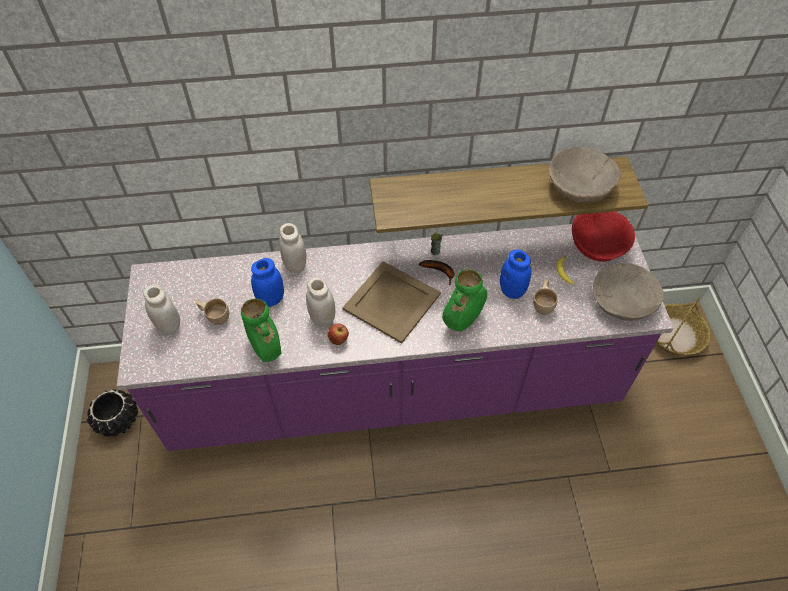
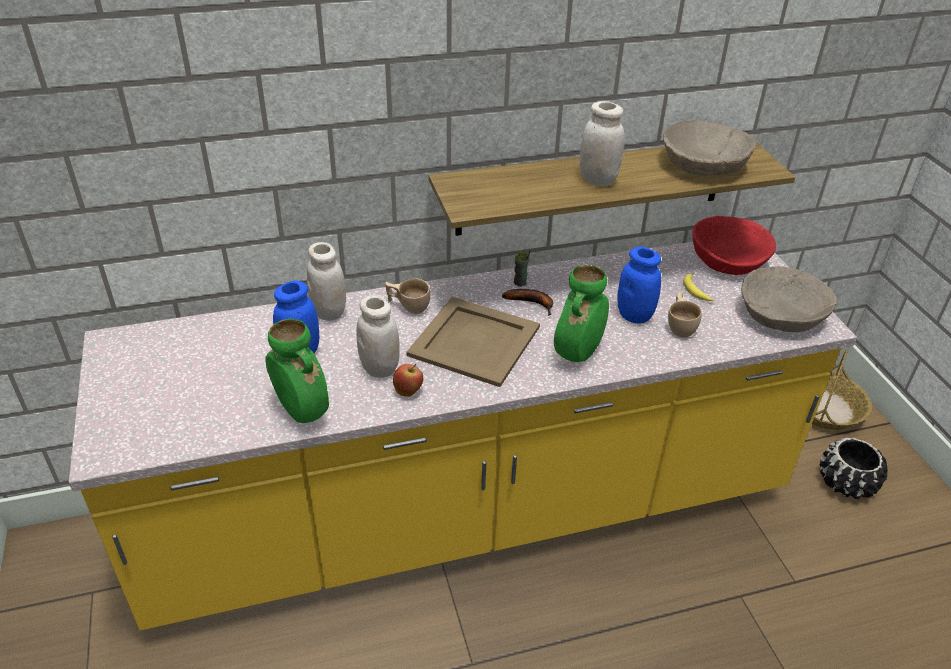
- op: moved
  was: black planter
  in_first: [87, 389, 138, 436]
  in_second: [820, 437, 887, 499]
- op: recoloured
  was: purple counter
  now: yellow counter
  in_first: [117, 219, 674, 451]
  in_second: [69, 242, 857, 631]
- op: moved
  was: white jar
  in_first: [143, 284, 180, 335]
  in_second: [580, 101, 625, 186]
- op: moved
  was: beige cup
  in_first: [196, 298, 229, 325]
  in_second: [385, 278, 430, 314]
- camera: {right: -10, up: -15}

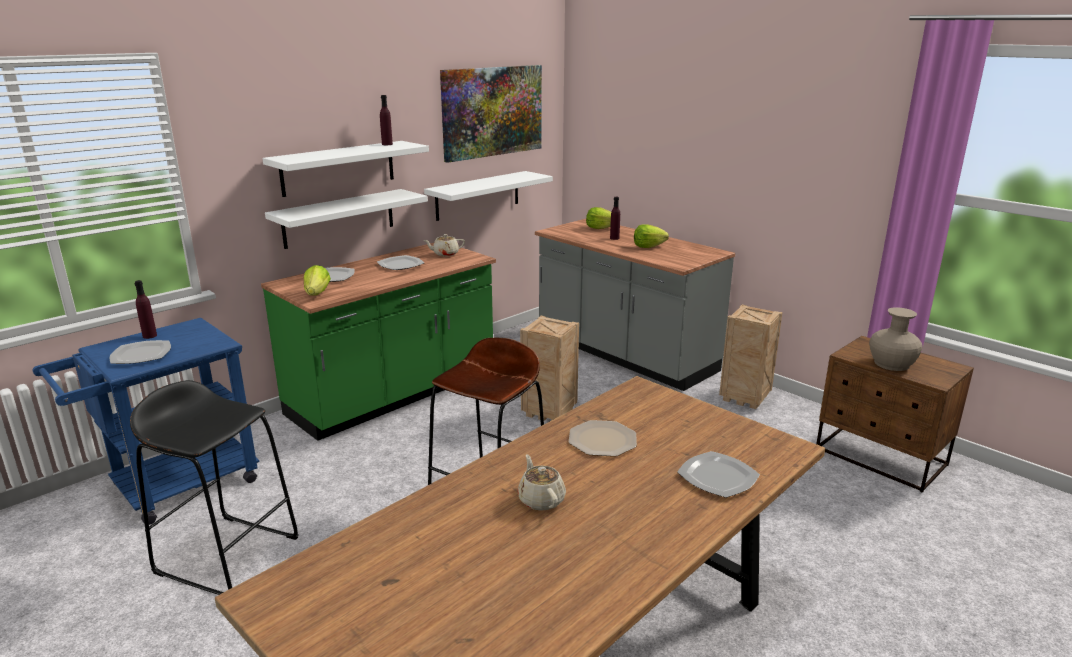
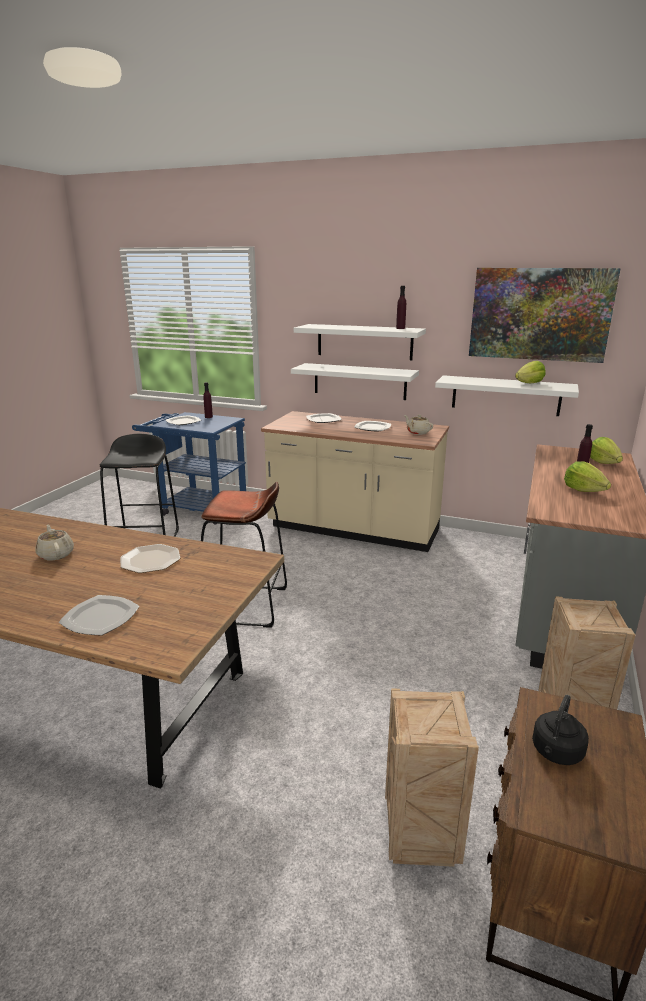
- op: recoloured
  was: green counter
  now: beige counter
  in_first: [261, 243, 496, 441]
  in_second: [261, 411, 449, 552]
- op: moved
  was: lettuce
  in_first: [304, 265, 331, 296]
  in_second: [515, 361, 546, 383]
- op: turned
  was: beige teapot
  in_first: [517, 454, 566, 511]
  in_second: [35, 524, 74, 560]
  clockwise: -75
- op: moved
  was: crate
  in_first: [520, 316, 579, 421]
  in_second: [385, 688, 479, 867]
- op: replaced
  was: beige vase
  now: black kettle
  in_first: [869, 307, 923, 371]
  in_second: [532, 695, 589, 765]
- camera: {right: 65, up: 0}

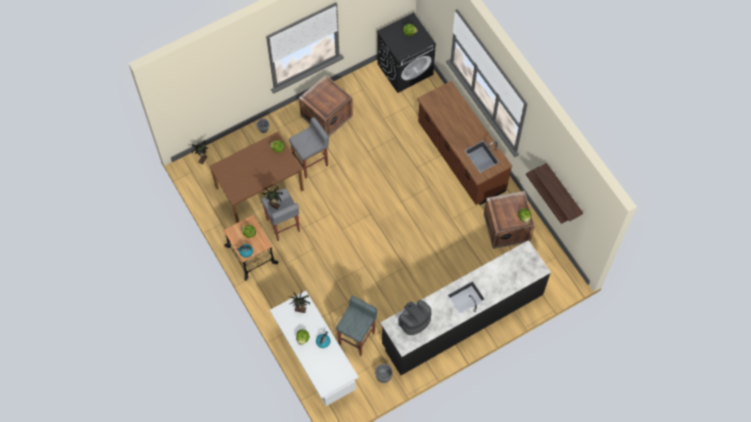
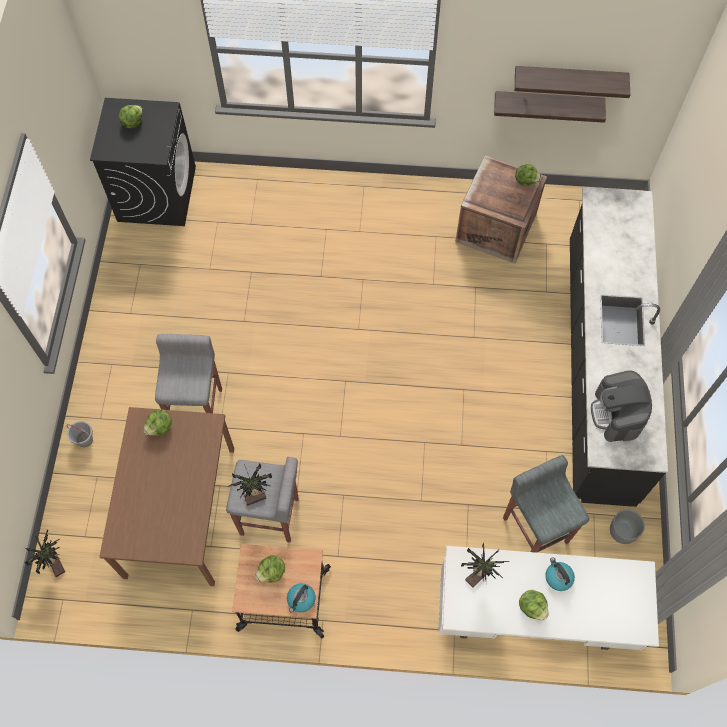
- op: removed
  was: crate
  in_first: [299, 75, 353, 137]
- op: removed
  was: brown counter
  in_first: [417, 81, 512, 205]
- camera: {right: -55, up: 0}

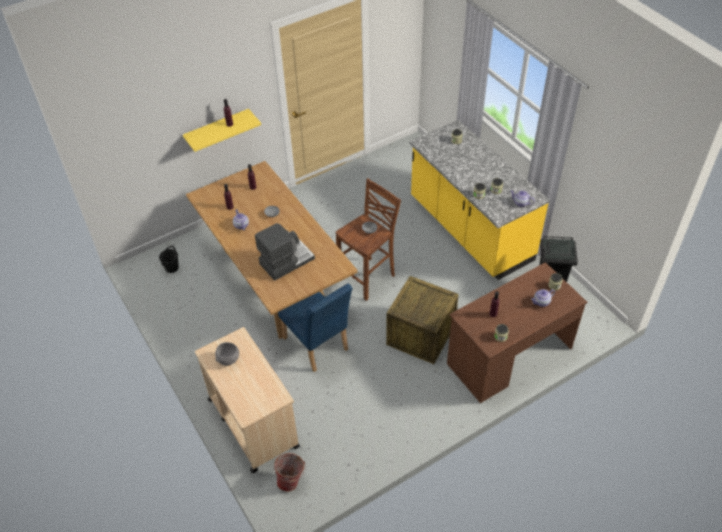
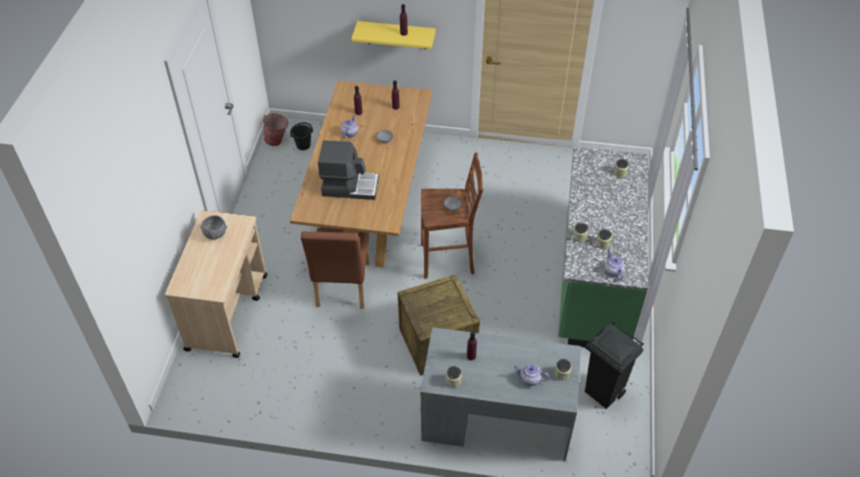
- op: moved
  was: bucket
  in_first: [274, 453, 306, 492]
  in_second: [261, 113, 288, 146]
- op: recoloured
  was: blue chair
  now: brown chair
  in_first: [278, 283, 352, 372]
  in_second: [301, 227, 369, 309]
- op: recoloured
  was: yellow counter
  now: green counter
  in_first: [410, 120, 550, 280]
  in_second: [558, 147, 648, 348]
- op: recoloured
  was: brown desk
  now: grey desk
  in_first: [447, 262, 587, 403]
  in_second: [420, 327, 581, 461]
- camera: {right: 40, up: 0}

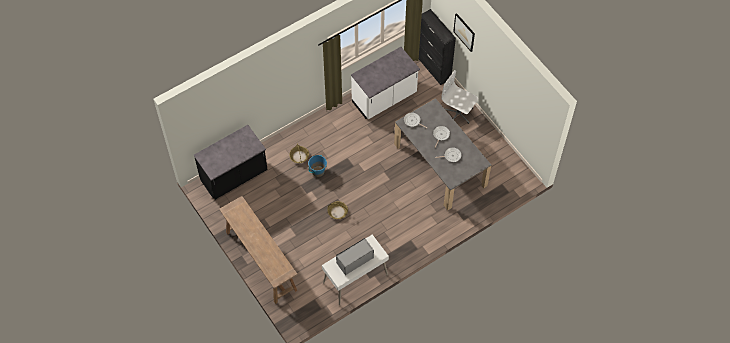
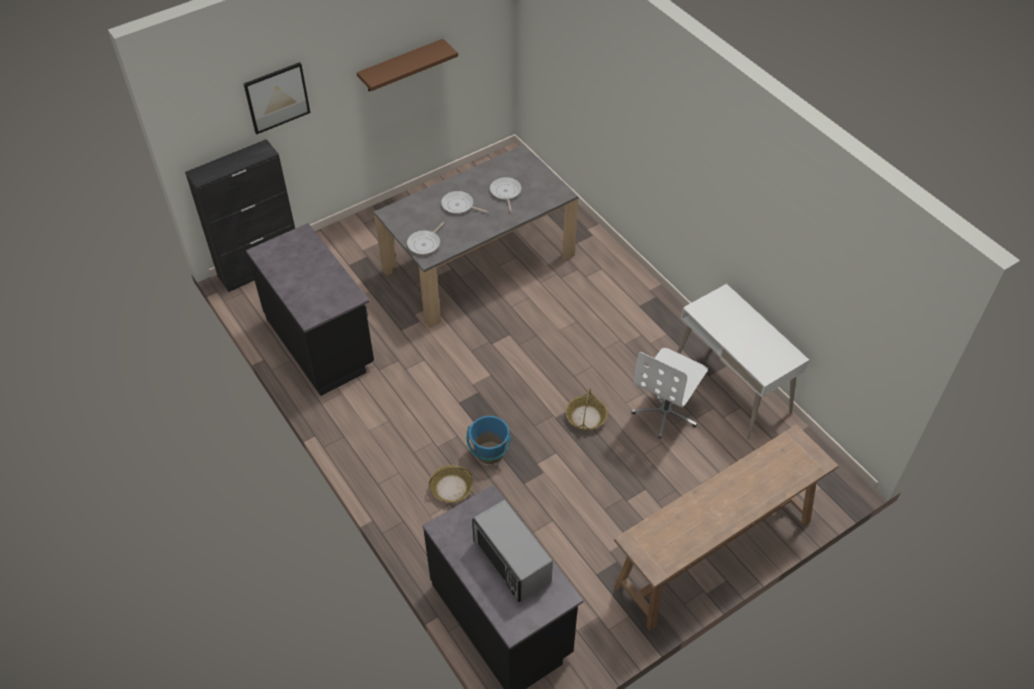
- op: moved
  was: microwave
  in_first: [336, 238, 374, 275]
  in_second: [472, 500, 553, 602]
- op: recoloured
  was: white counter
  now: black counter
  in_first: [351, 47, 420, 119]
  in_second: [246, 223, 374, 396]
- op: moved
  was: white office chair
  in_first: [441, 70, 478, 124]
  in_second: [632, 348, 708, 439]
- op: added
  now: brown shelf
  in_second: [357, 39, 458, 91]
- camera: {right: -90, up: -10}

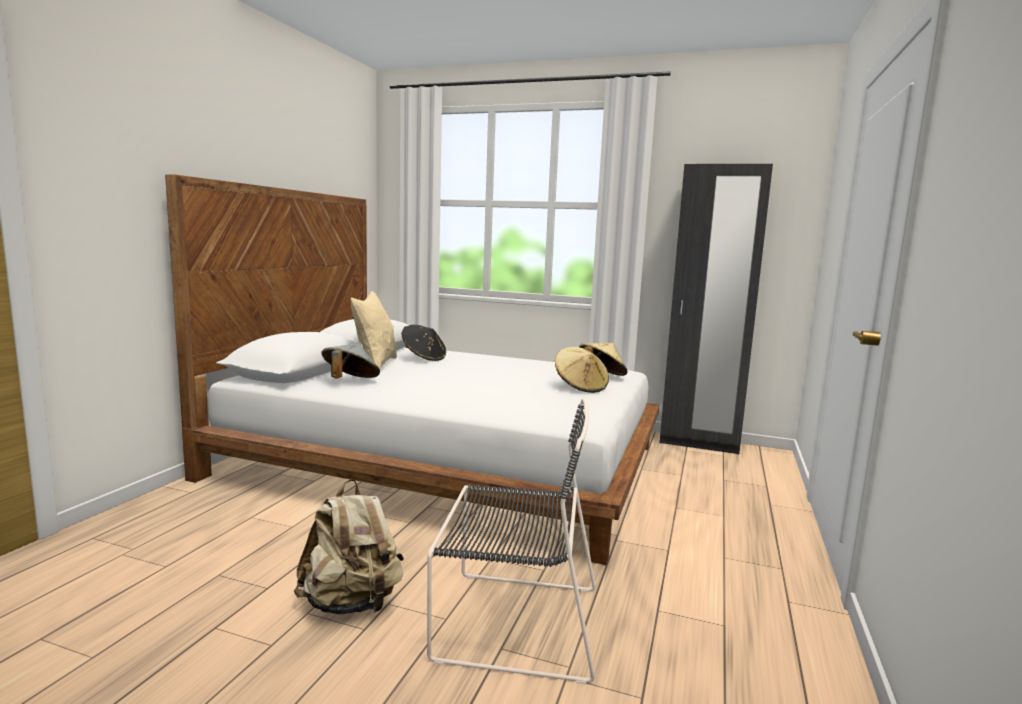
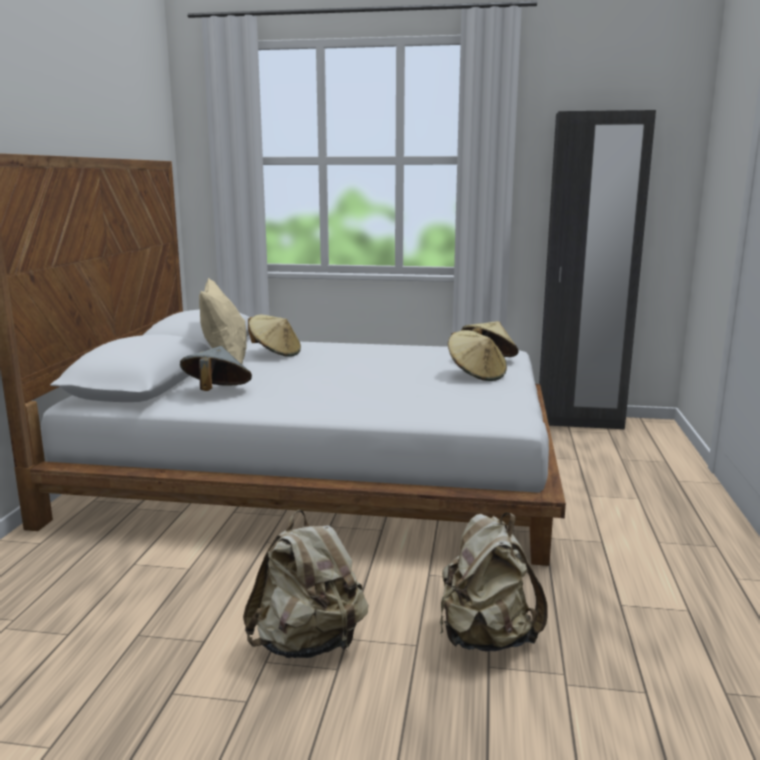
- op: recoloured
  was: black hat
  now: beige hat
  in_first: [401, 325, 446, 361]
  in_second: [248, 315, 301, 357]
- op: replaced
  was: black chair
  now: beige backpack
  in_first: [427, 398, 596, 684]
  in_second: [440, 513, 548, 652]
- camera: {right: -10, up: 5}

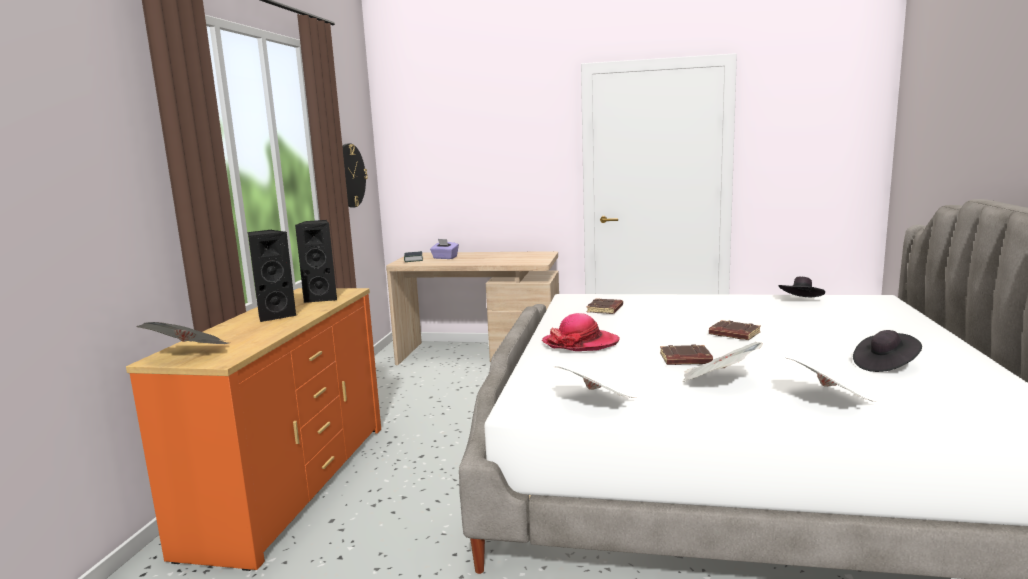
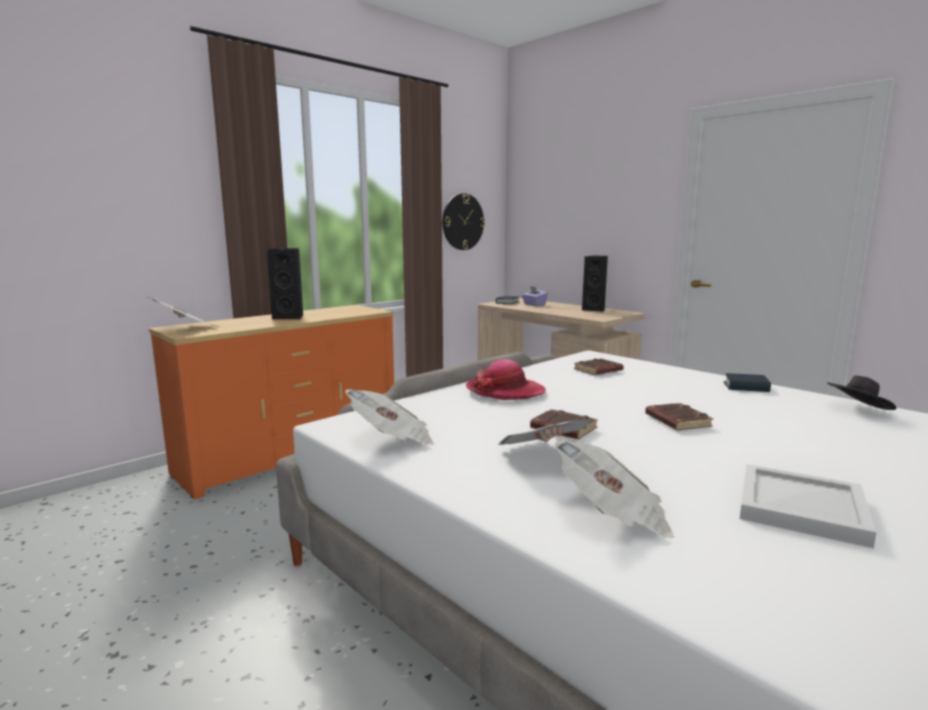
- op: moved
  was: black speaker
  in_first: [295, 220, 337, 303]
  in_second: [582, 255, 608, 312]
- op: replaced
  was: black hat
  now: white tray
  in_first: [853, 330, 922, 372]
  in_second: [740, 464, 877, 548]
- op: added
  now: book
  in_second: [724, 373, 771, 392]
- camera: {right: 35, up: 0}

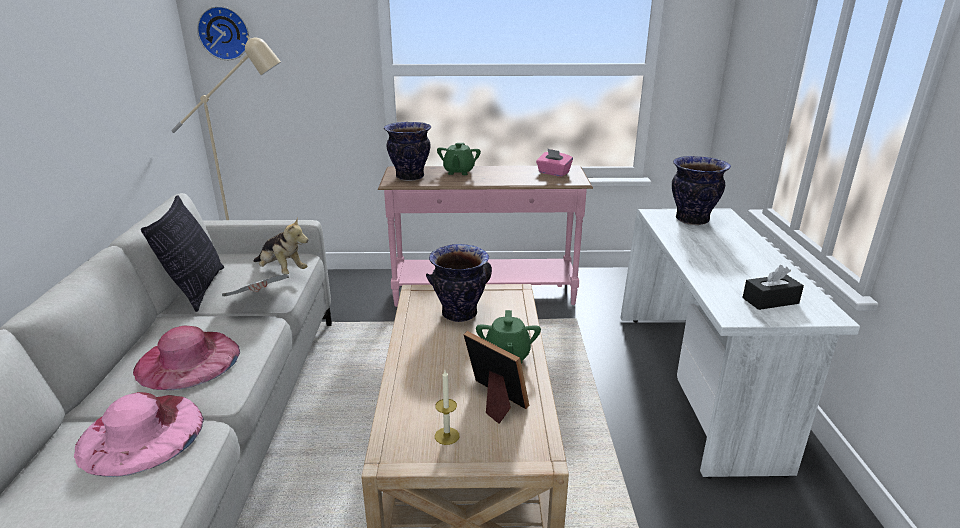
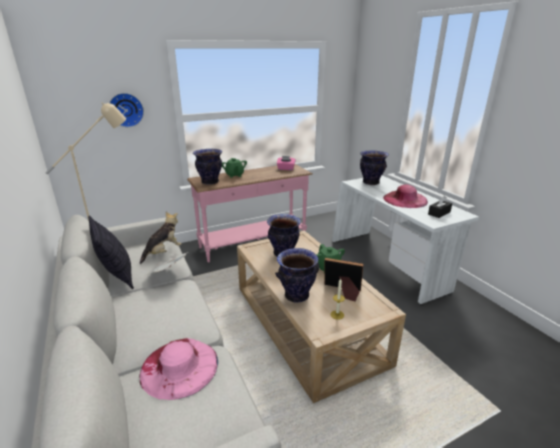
- op: moved
  was: pink hat
  in_first: [133, 325, 240, 390]
  in_second: [383, 184, 428, 208]
- op: moved
  was: wall clock
  in_first: [197, 6, 249, 60]
  in_second: [109, 93, 144, 127]
- op: turned
  was: plush toy
  in_first: [253, 217, 308, 275]
  in_second: [140, 212, 182, 264]
  clockwise: -60
- op: added
  now: vase
  in_second: [275, 248, 319, 303]
- camera: {right: -25, up: 0}

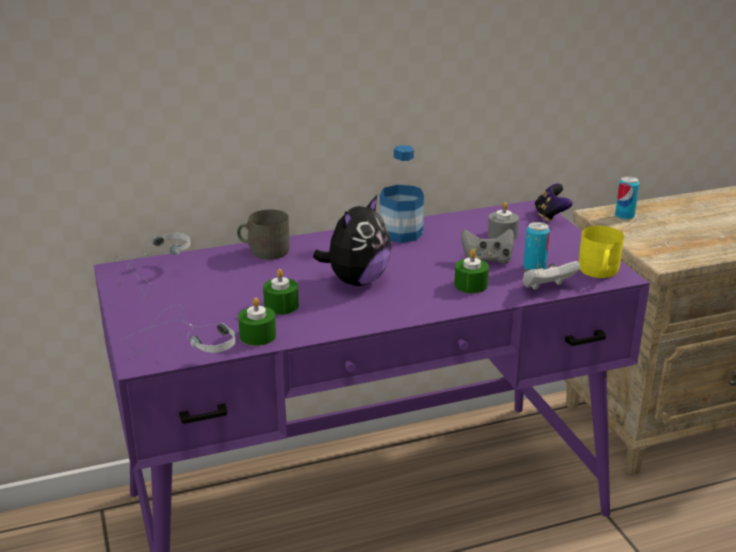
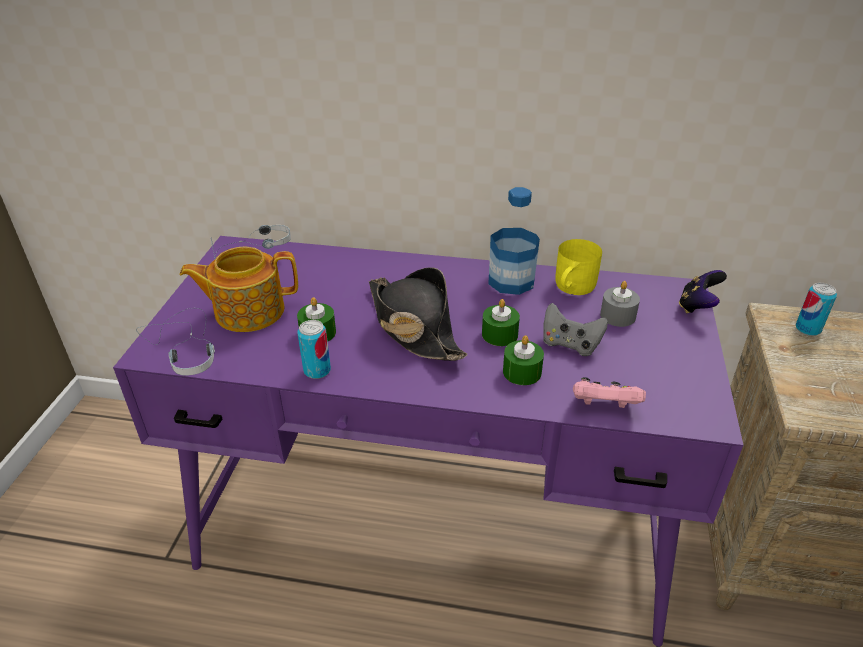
- op: removed
  was: grey mug
  in_first: [237, 210, 289, 260]
- op: moved
  was: green candle
  in_first: [238, 298, 276, 346]
  in_second: [482, 299, 520, 346]
- op: replaced
  was: plush toy
  now: black hat
  in_first: [313, 195, 391, 286]
  in_second: [369, 267, 467, 361]
- op: recoloured
  was: white game controller
  now: pink game controller
  in_first: [522, 261, 580, 290]
  in_second: [573, 377, 646, 408]
- op: moved
  was: can
  in_first: [523, 222, 550, 270]
  in_second: [297, 320, 331, 379]
- op: moved
  was: yellow mug
  in_first: [579, 226, 624, 278]
  in_second: [555, 239, 602, 295]
- op: added
  now: teapot
  in_second: [180, 247, 298, 332]
- camera: {right: 30, up: 10}

